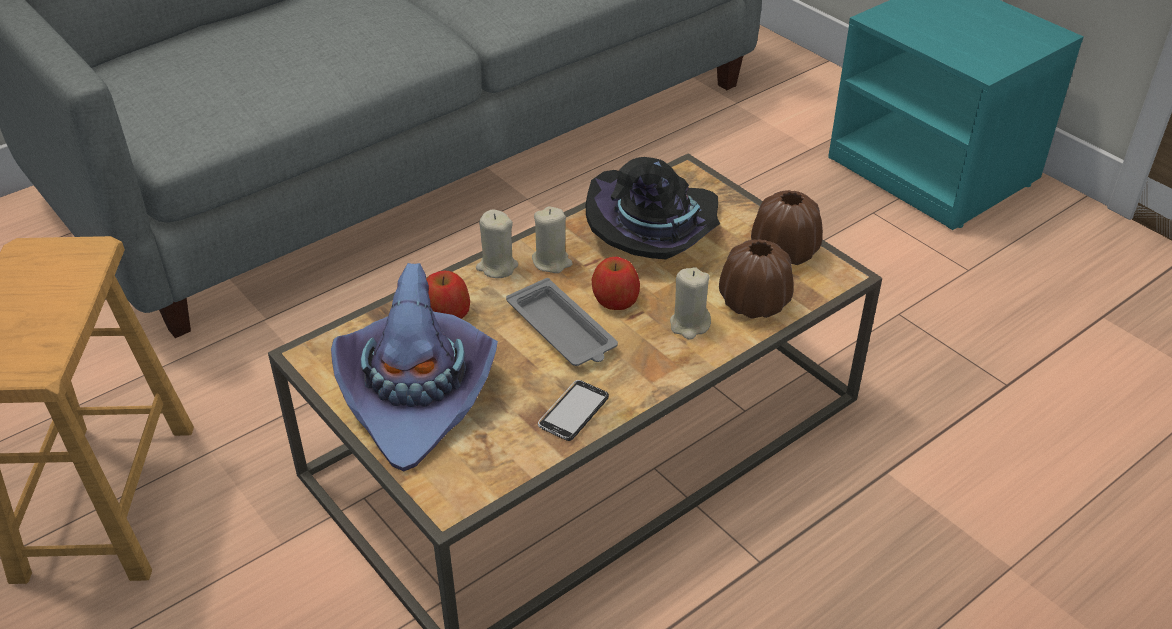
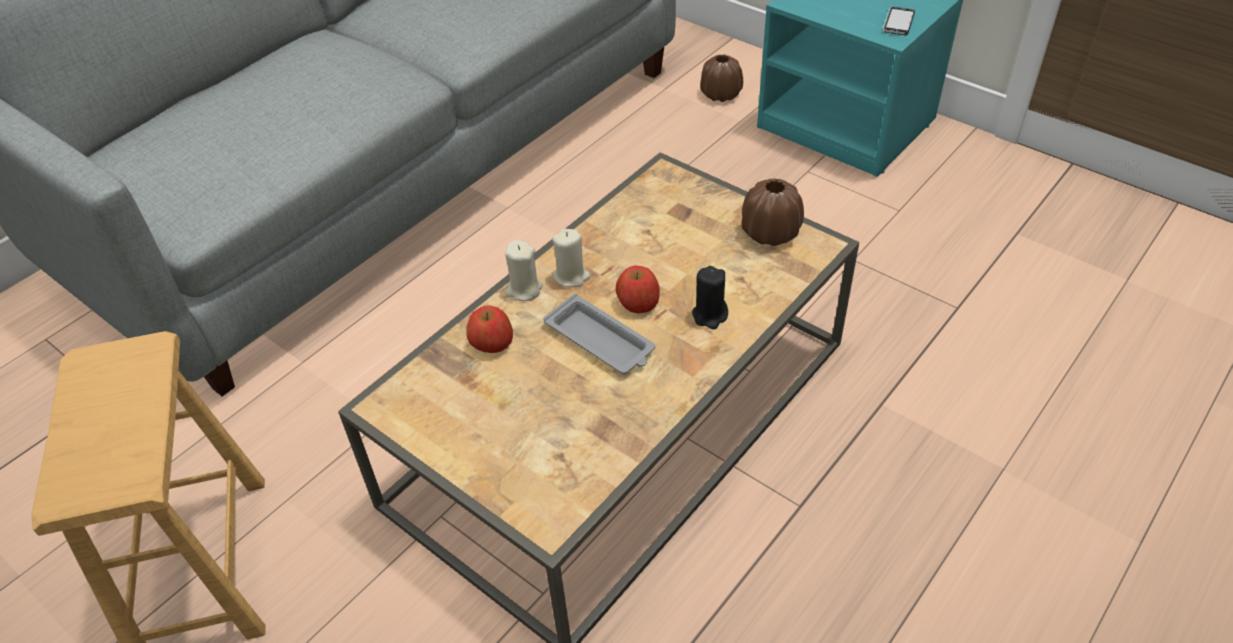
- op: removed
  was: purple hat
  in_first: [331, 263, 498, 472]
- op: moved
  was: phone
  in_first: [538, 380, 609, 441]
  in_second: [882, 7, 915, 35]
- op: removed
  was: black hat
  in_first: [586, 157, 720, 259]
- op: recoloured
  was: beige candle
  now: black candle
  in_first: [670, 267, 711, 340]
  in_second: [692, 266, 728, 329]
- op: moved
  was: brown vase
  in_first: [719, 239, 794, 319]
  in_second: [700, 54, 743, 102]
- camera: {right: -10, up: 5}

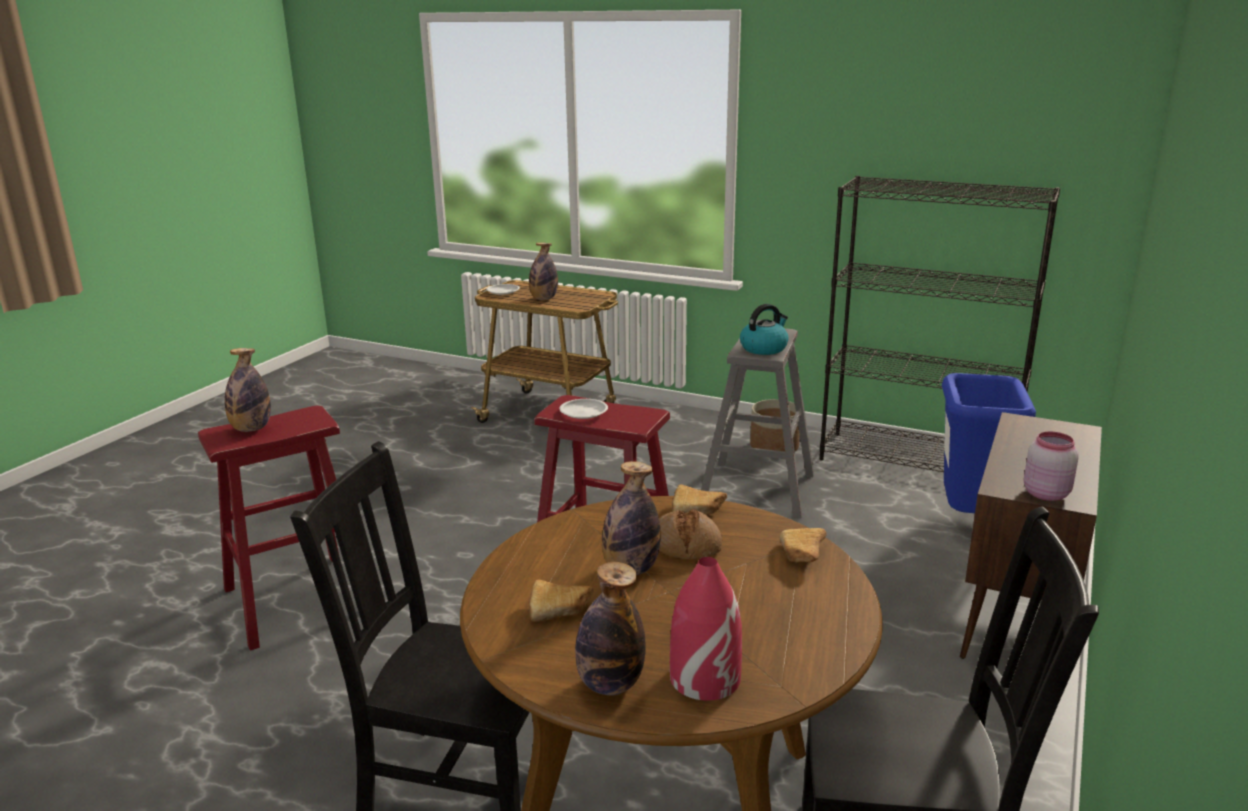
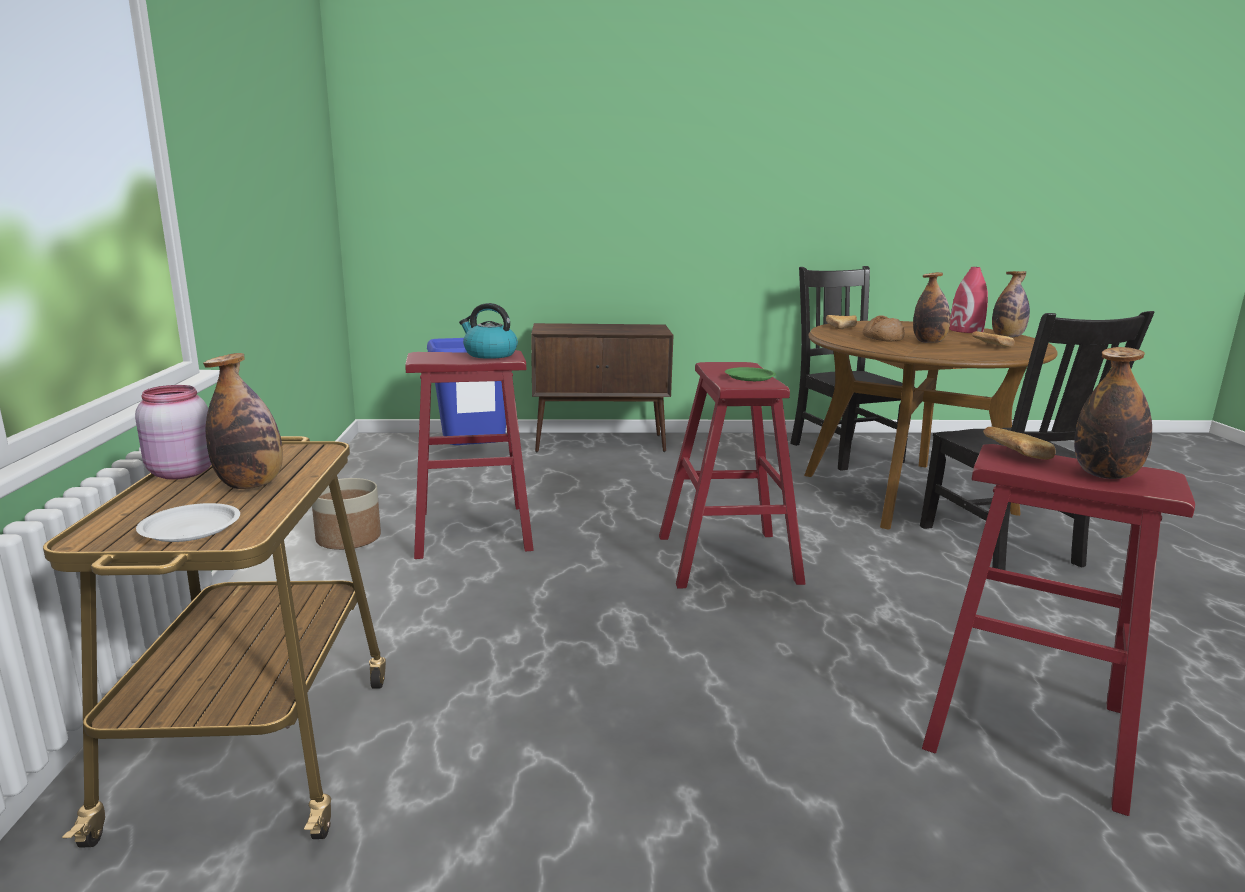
- op: recoloured
  was: white plate
  now: green plate
  in_first: [559, 399, 608, 419]
  in_second: [725, 367, 776, 381]
- op: moved
  was: bread
  in_first: [672, 484, 727, 514]
  in_second: [983, 427, 1056, 460]
- op: recoloured
  was: grey stool
  now: red stool
  in_first: [701, 328, 814, 519]
  in_second: [405, 350, 534, 559]
- op: removed
  was: black bookcase
  in_first: [820, 176, 1060, 472]
- op: moved
  was: pink jar
  in_first: [1024, 431, 1079, 501]
  in_second: [135, 385, 211, 479]
- camera: {right: -120, up: -5}

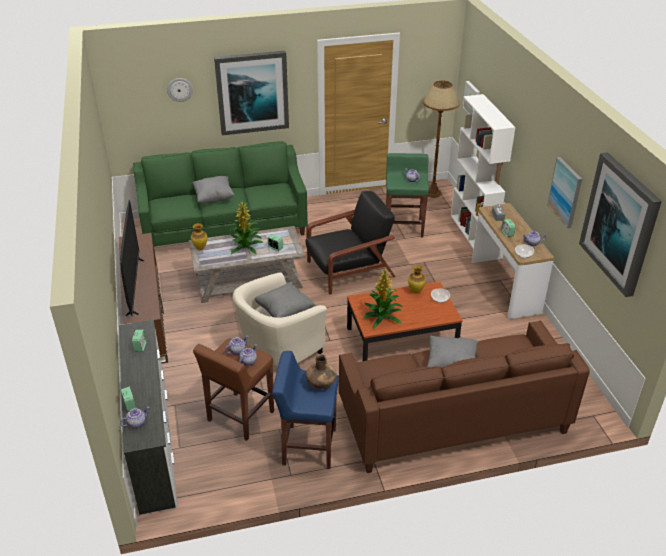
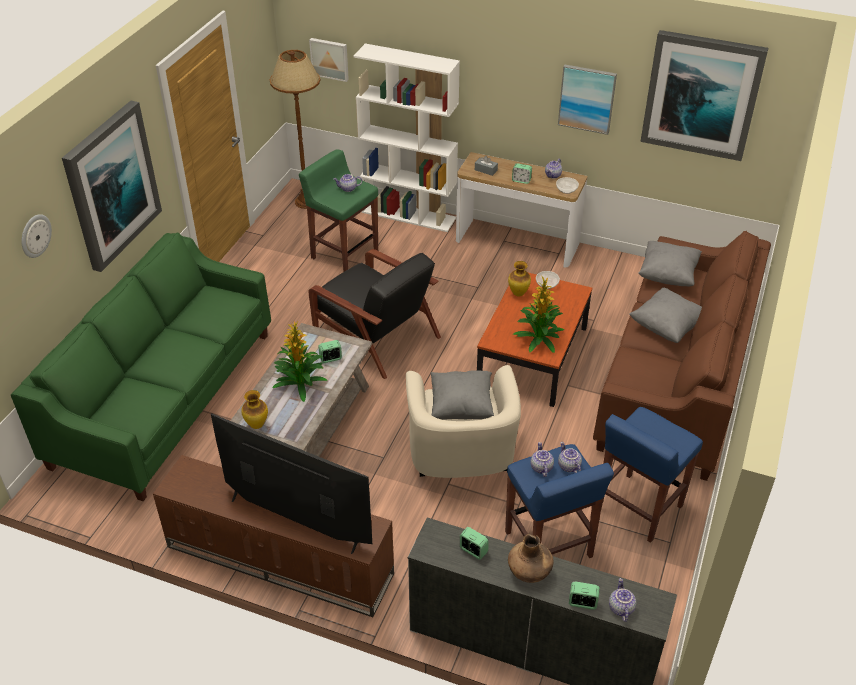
- op: moved
  was: grey pillow
  in_first: [192, 176, 234, 203]
  in_second: [639, 241, 702, 286]
- op: recoloured
  was: brown stool
  now: blue stool
  in_first: [193, 338, 274, 441]
  in_second: [505, 444, 614, 558]
- op: turned
  was: black armchair
  in_first: [306, 191, 396, 294]
  in_second: [309, 249, 441, 379]
  clockwise: 120
- op: moved
  was: brown vase
  in_first: [306, 354, 337, 389]
  in_second: [508, 534, 553, 583]
- camera: {right: -55, up: 5}

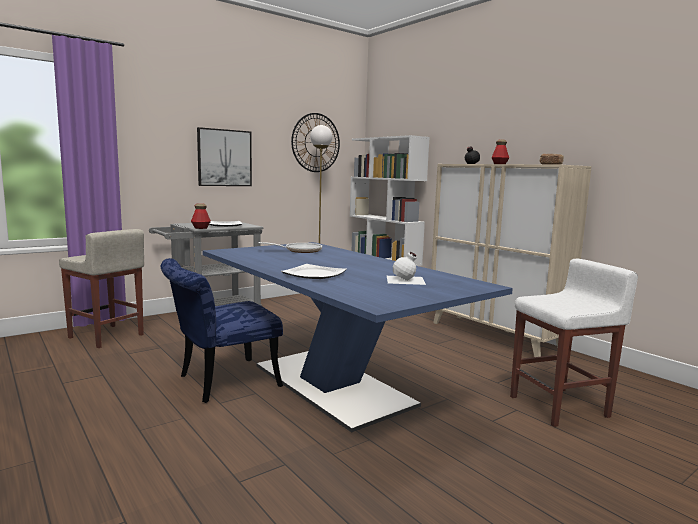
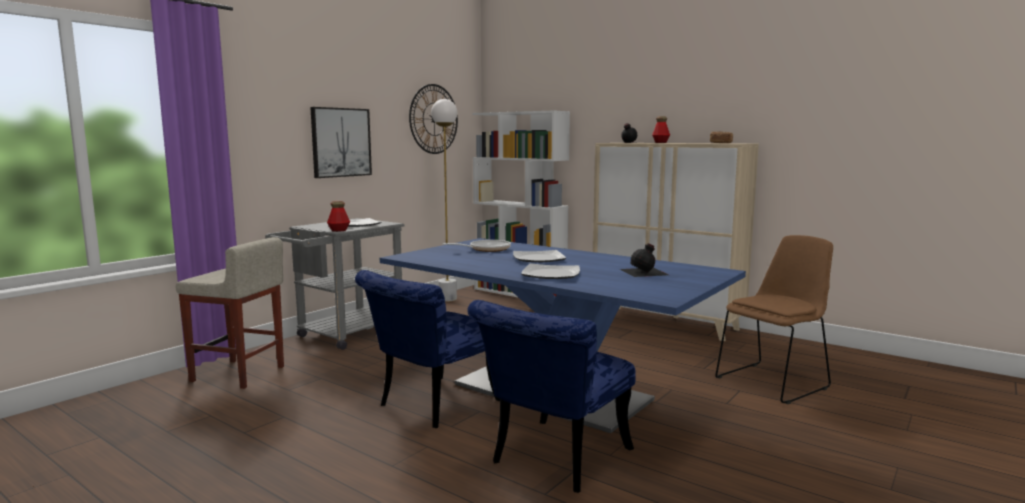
- op: recoloured
  was: white bottle
  now: black bottle
  in_first: [387, 252, 426, 285]
  in_second: [620, 243, 669, 277]
- op: replaced
  was: white stool
  now: brown chair
  in_first: [510, 258, 638, 427]
  in_second: [715, 235, 833, 404]
- op: added
  now: blue chair
  in_second: [467, 300, 636, 493]
- op: added
  now: plate
  in_second: [513, 250, 566, 262]
- camera: {right: -15, up: 0}

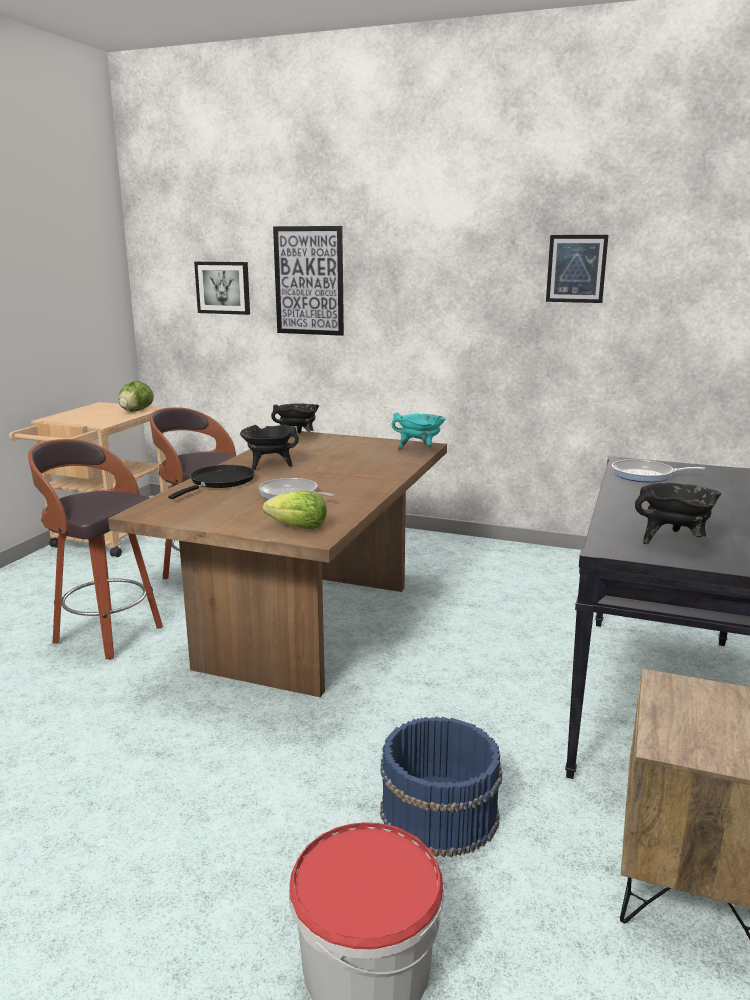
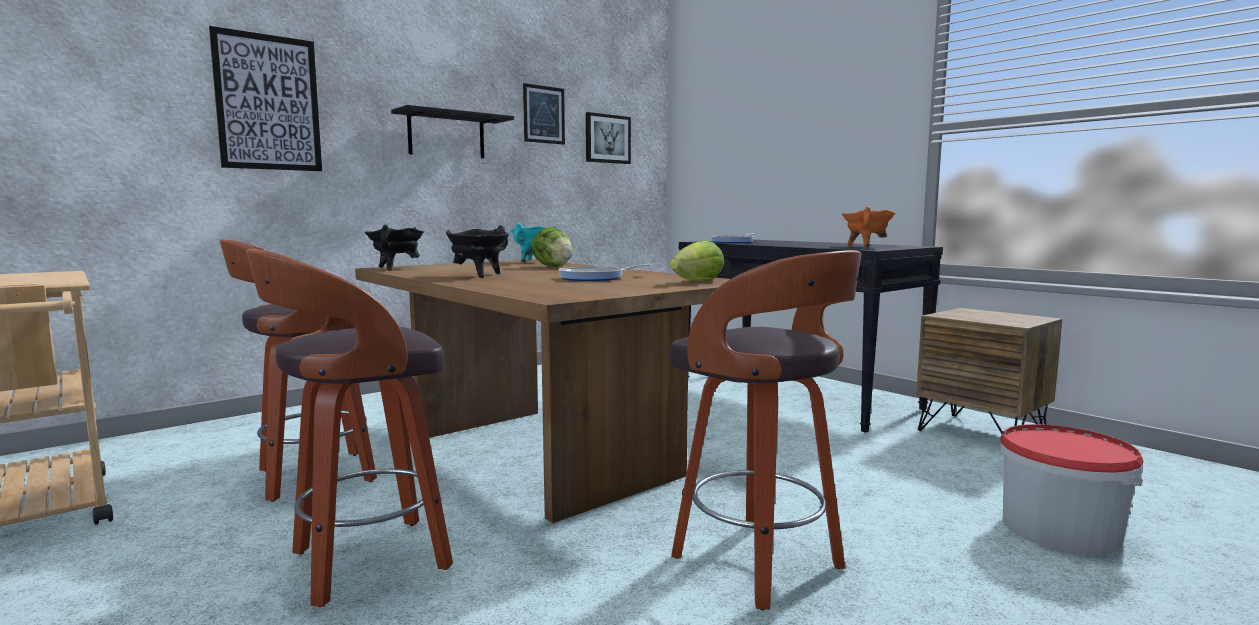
- op: moved
  was: lettuce
  in_first: [118, 381, 154, 412]
  in_second: [531, 227, 573, 267]
- op: removed
  was: black frying pan
  in_first: [168, 465, 255, 499]
- op: moved
  was: picture
  in_first: [194, 262, 250, 315]
  in_second: [586, 112, 631, 164]
- op: removed
  was: blue bucket
  in_first: [380, 716, 502, 858]
- op: recoloured
  was: black cooking pot
  now: orange cooking pot
  in_first: [635, 483, 721, 544]
  in_second: [842, 206, 895, 248]
- op: added
  now: black shelf
  in_second: [391, 105, 514, 159]
- op: added
  now: stool
  in_second: [670, 250, 861, 610]
- camera: {right: -60, up: -10}

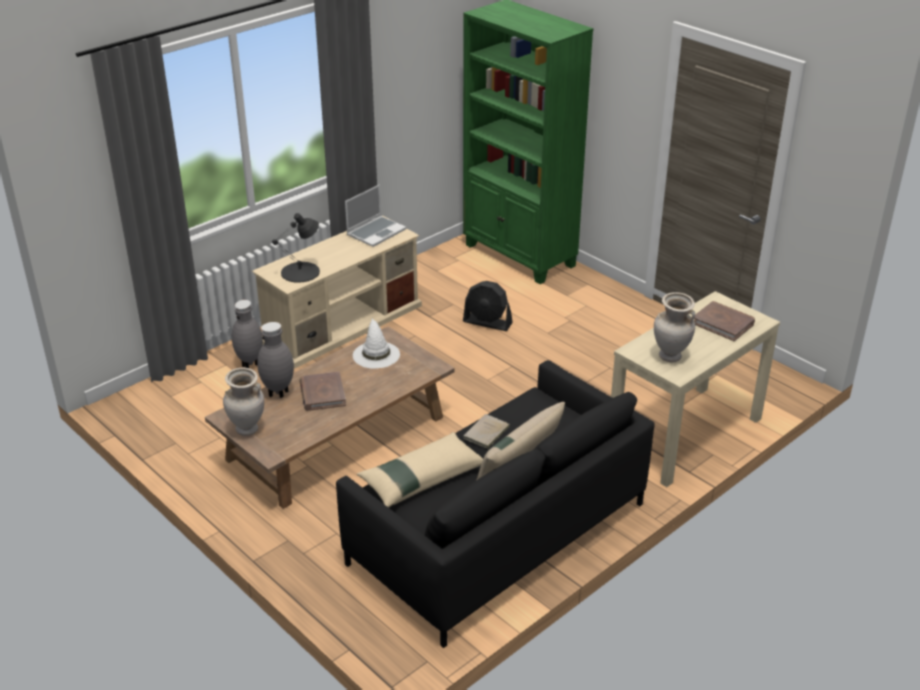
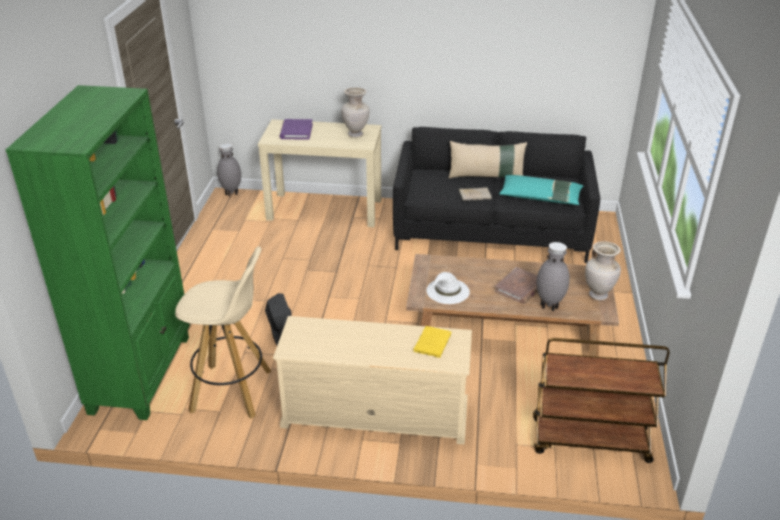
- op: moved
  was: grey vase
  in_first: [232, 300, 263, 368]
  in_second: [217, 143, 241, 197]
- op: replaced
  was: black table lamp
  now: yellow book
  in_first: [272, 213, 320, 283]
  in_second: [413, 326, 451, 358]
- op: removed
  was: laptop
  in_first: [345, 184, 406, 247]
- op: recoloured
  was: beige pillow
  now: turquoise pillow
  in_first: [356, 432, 483, 508]
  in_second: [499, 175, 583, 205]
- op: recoloured
  was: brown book
  now: purple book
  in_first: [694, 301, 755, 341]
  in_second: [280, 119, 313, 139]
- op: added
  now: beige stool
  in_second: [175, 247, 271, 419]
- op: added
  now: brown cart
  in_second: [533, 338, 669, 463]
- camera: {right: -130, up: 0}

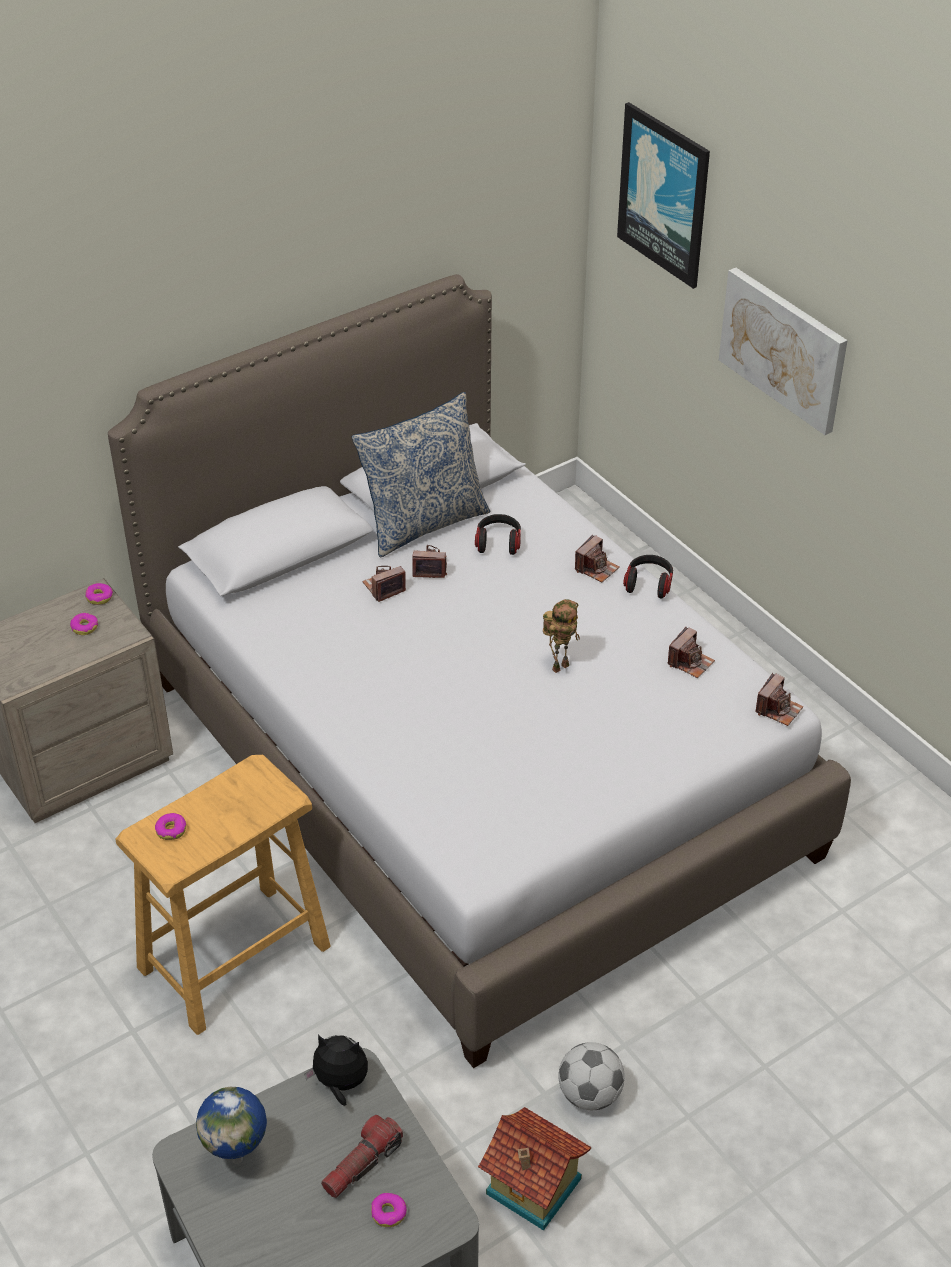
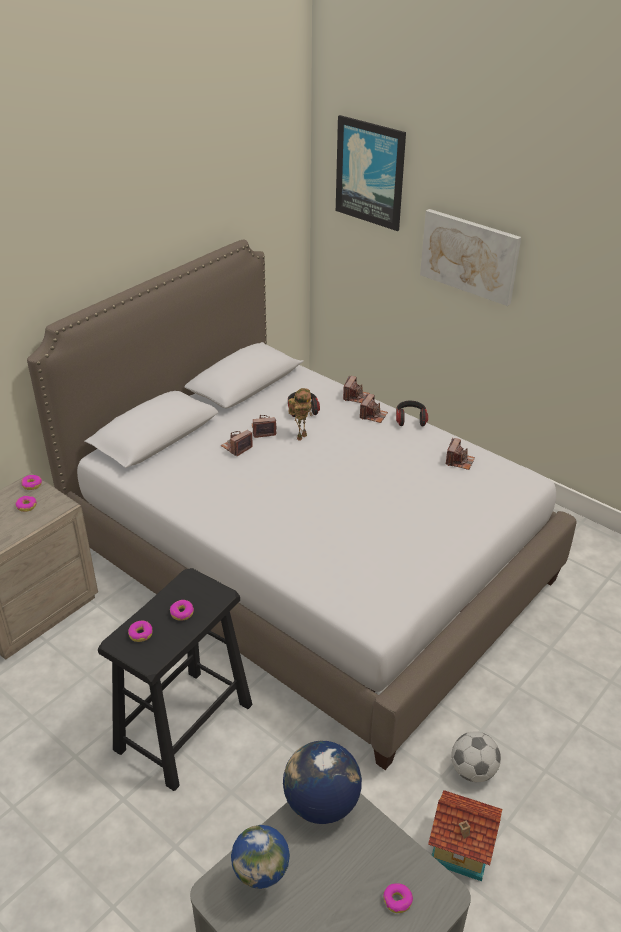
- op: recoloured
  was: beige stool
  now: black stool
  in_first: [116, 755, 331, 1035]
  in_second: [98, 568, 252, 791]
- op: replaced
  was: plush toy
  now: globe
  in_first: [304, 1035, 368, 1106]
  in_second: [283, 741, 362, 824]
- op: removed
  was: flashlight
  in_first: [321, 1115, 403, 1198]
- op: removed
  was: pillow
  in_first: [352, 392, 490, 557]
- op: moved
  was: toy robot
  in_first: [543, 599, 580, 673]
  in_second: [288, 388, 313, 441]
- op: moved
  was: photo camera
  in_first: [755, 673, 803, 726]
  in_second: [343, 376, 370, 403]
- op: added
  now: donut
  in_second: [170, 600, 194, 621]
- camera: {right: -15, up: -5}

